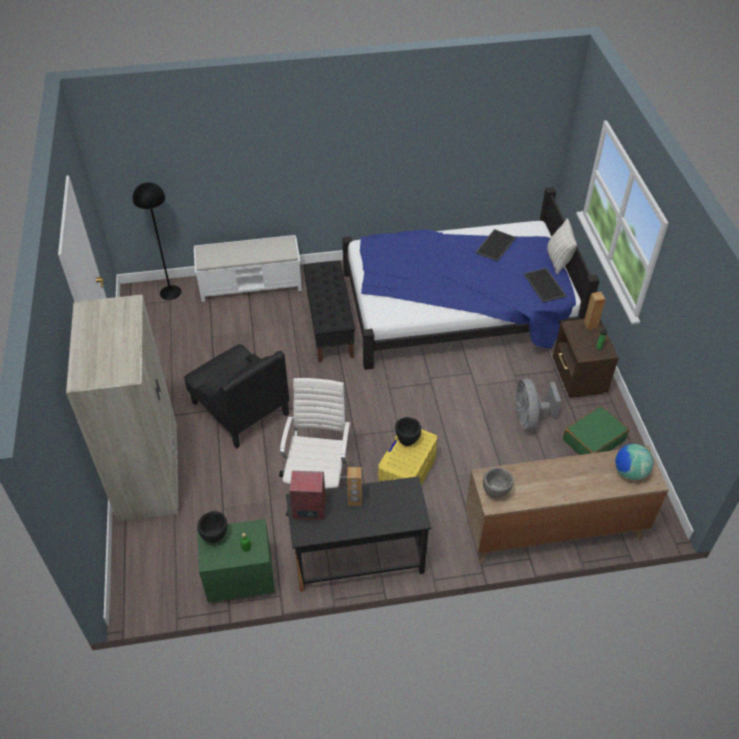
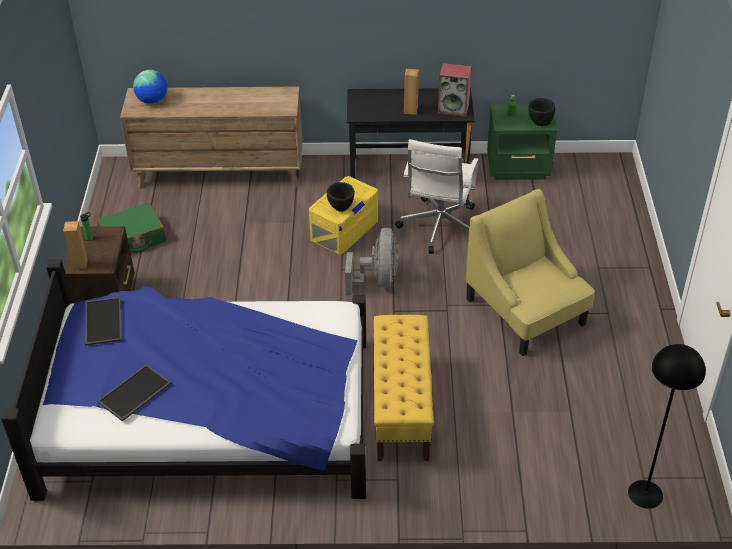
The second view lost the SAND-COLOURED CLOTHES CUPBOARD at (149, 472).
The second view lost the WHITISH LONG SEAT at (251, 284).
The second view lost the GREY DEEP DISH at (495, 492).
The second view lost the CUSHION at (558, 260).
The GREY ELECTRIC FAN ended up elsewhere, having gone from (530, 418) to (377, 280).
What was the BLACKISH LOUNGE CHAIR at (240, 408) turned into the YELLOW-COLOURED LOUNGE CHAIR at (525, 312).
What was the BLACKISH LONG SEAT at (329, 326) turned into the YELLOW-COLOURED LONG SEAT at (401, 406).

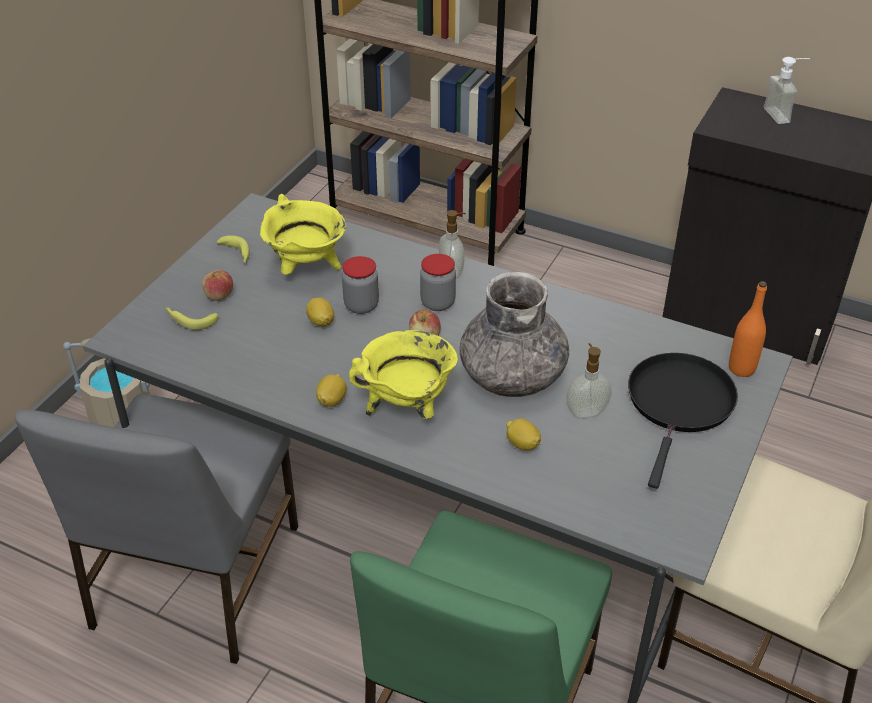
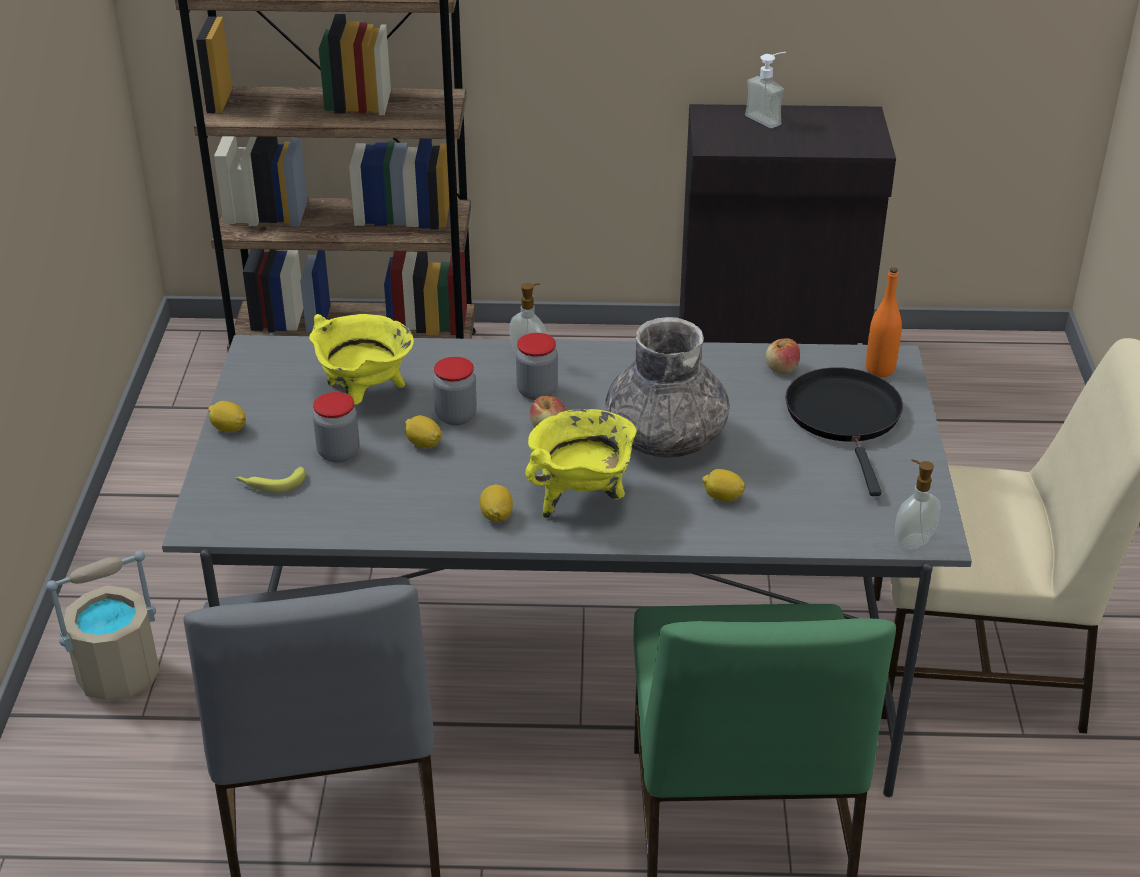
The second view lost the BANANA FRUIT at (236, 254).
The second view gained the LEMON at (229, 428).
The second view gained the PRESERVE JAR at (338, 453).
The APPLE ended up elsewhere, having gone from (219, 295) to (781, 368).
The SOAP BOTTLE ended up elsewhere, having gone from (586, 411) to (912, 541).

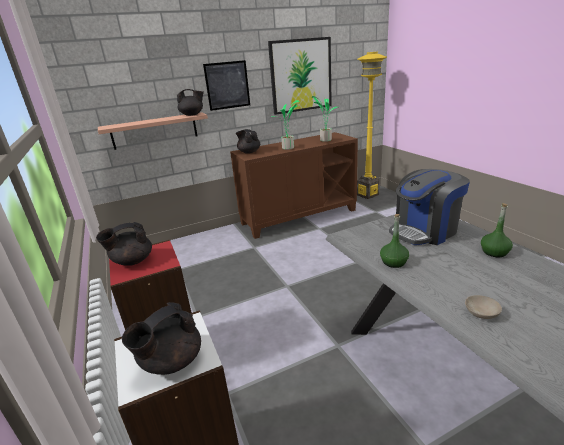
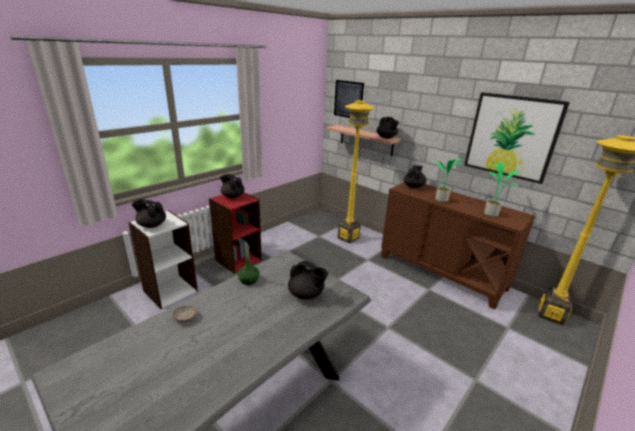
The second view lost the GREENISH BOTTLE at (494, 252).
The second view gained the YELLOW-COLOURED FLOOR LAMP at (348, 238).
The PICTURE ended up elsewhere, having gone from (227, 85) to (348, 99).
Where the COFFEE MAKER stood at (424, 231), the BLACKISH TEAPOT came to stand at (306, 294).

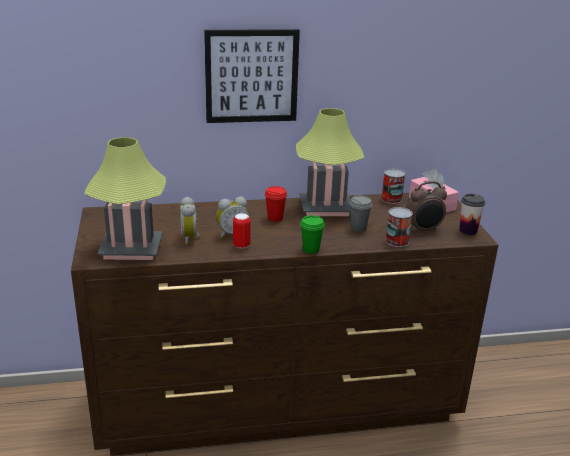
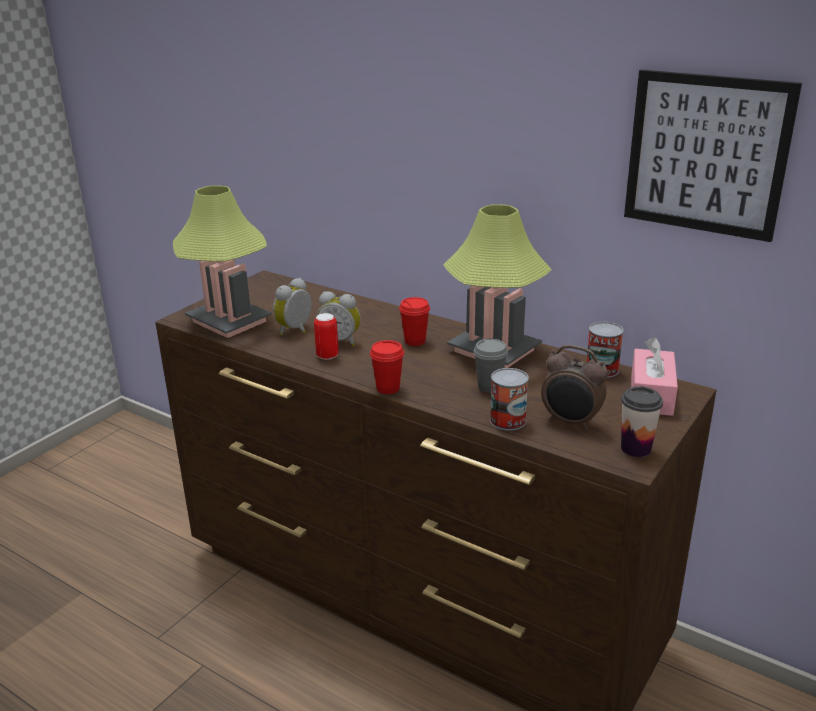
The PICTURE ended up elsewhere, having gone from (251, 76) to (706, 154).
What was the GREENISH CUP at (311, 249) turned into the REDDISH CUP at (388, 388).

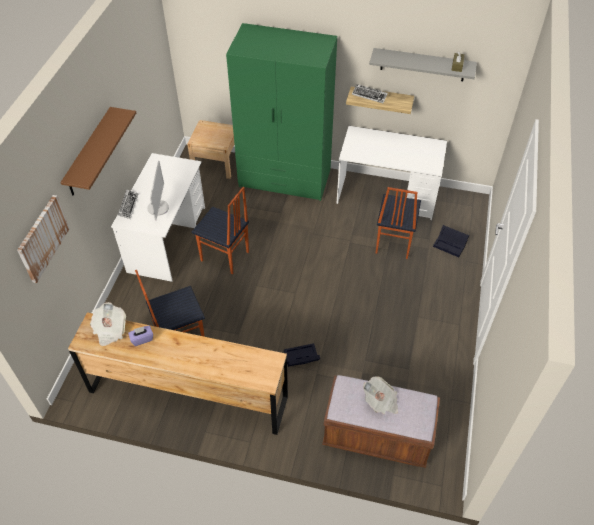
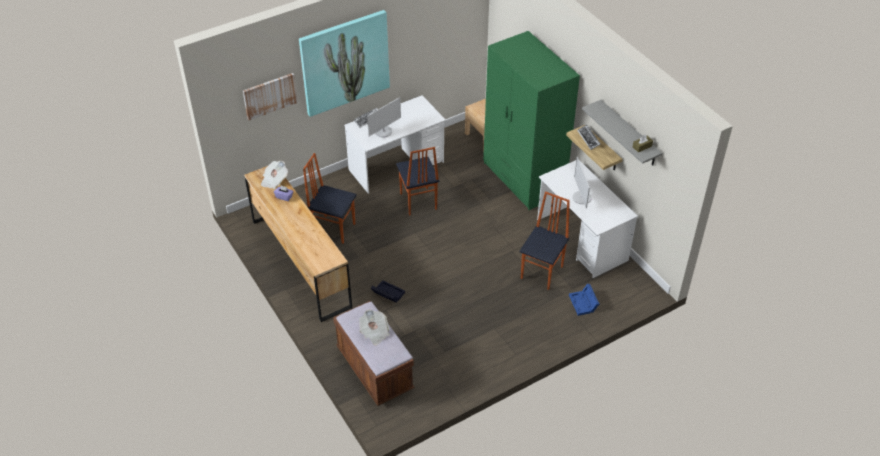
The second view gained the MONITOR at (581, 198).
Where the BROWN-COLOURED BRACKET SHELF hung at (89, 152), the PICTURE came to hang at (344, 62).
What was the BLACKISH STORAGE BIN at (450, 245) turned into the BLUISH STORAGE BIN at (583, 304).
The PLAIN CHAIR at (393, 243) ended up facing another way, 150 degrees clockwise from before.

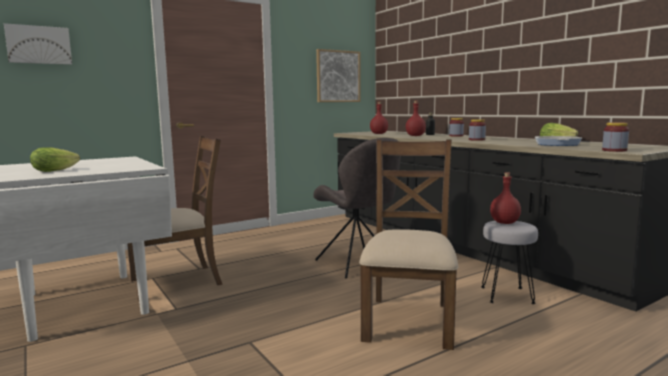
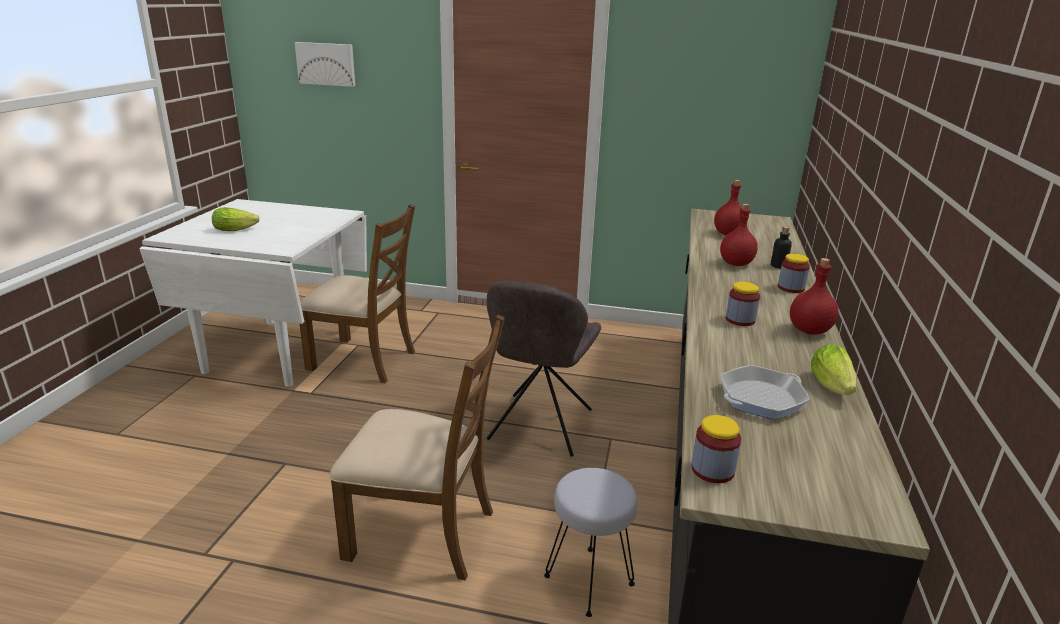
The second view lost the PICTURE at (338, 76).
The REDDISH BOTTLE ended up elsewhere, having gone from (504, 223) to (808, 330).
The BROWN-COLOURED PLAIN CHAIR at (409, 321) ended up facing another way, 45 degrees clockwise from before.

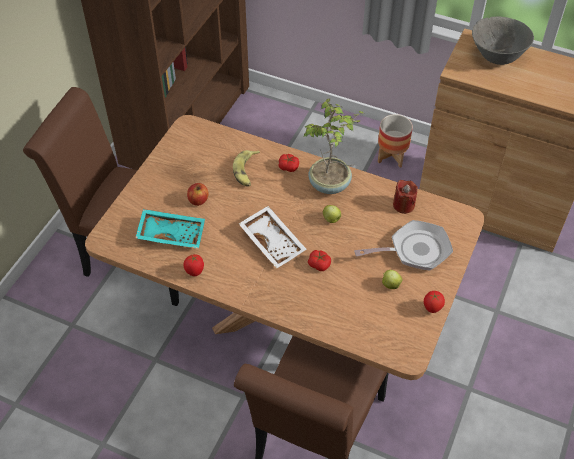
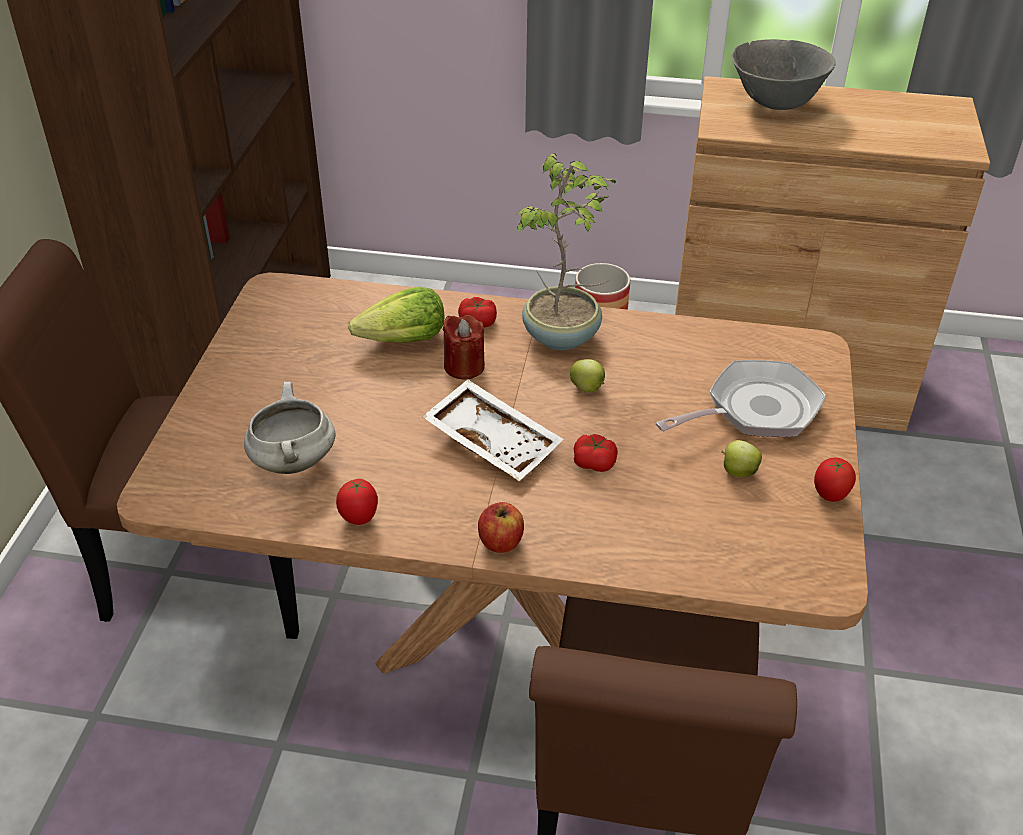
The APPLE ended up elsewhere, having gone from (198, 200) to (500, 542).
The REDDISH WAX CANDLE ended up elsewhere, having gone from (403, 205) to (464, 366).
Where the BLUE-GREEN SERVING TRAY stood at (171, 233), the WHITISH COOKING POT came to stand at (292, 461).
Where the BANANA FRUIT stood at (246, 171), the LETTUCE HEAD came to stand at (403, 340).

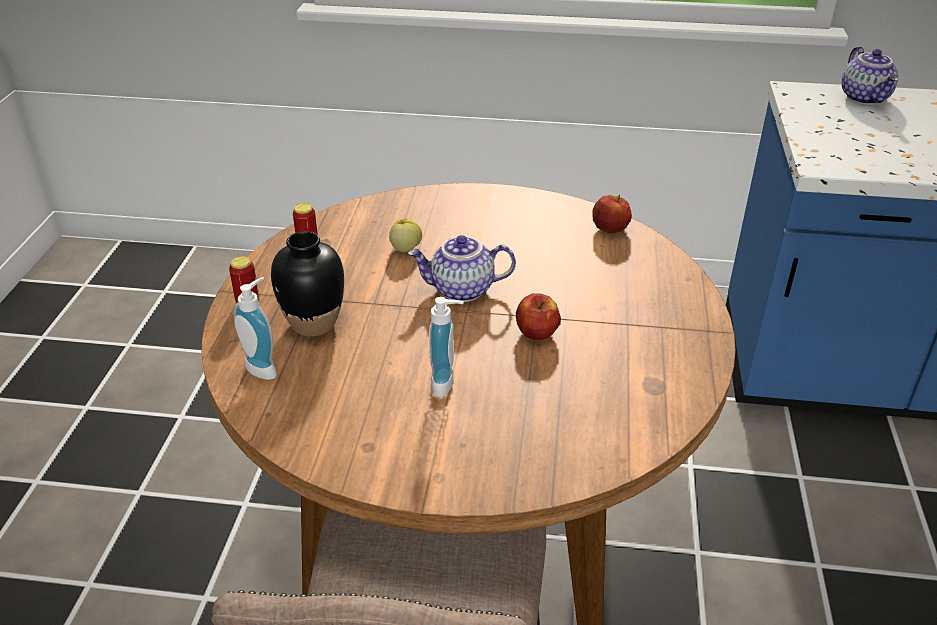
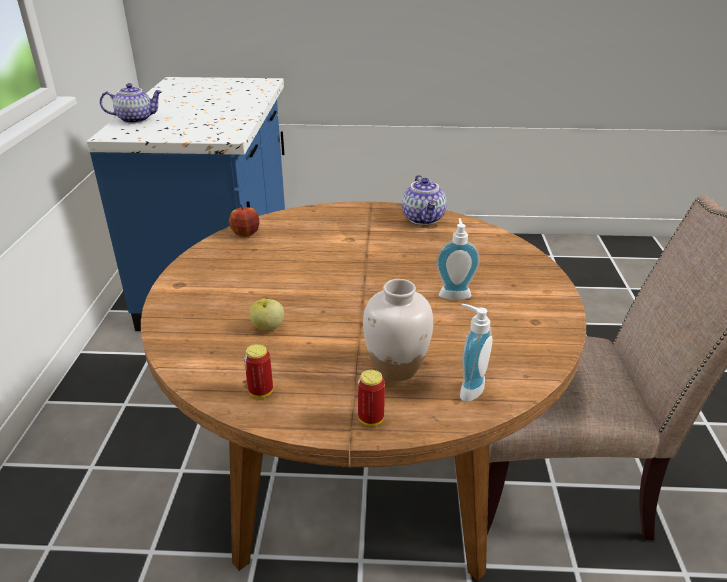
The second view lost the APPLE at (536, 333).
The TEAPOT ended up elsewhere, having gone from (461, 290) to (424, 219).
What was the BLACKISH FLOWER VASE at (313, 323) turned into the WHITISH FLOWER VASE at (396, 368).

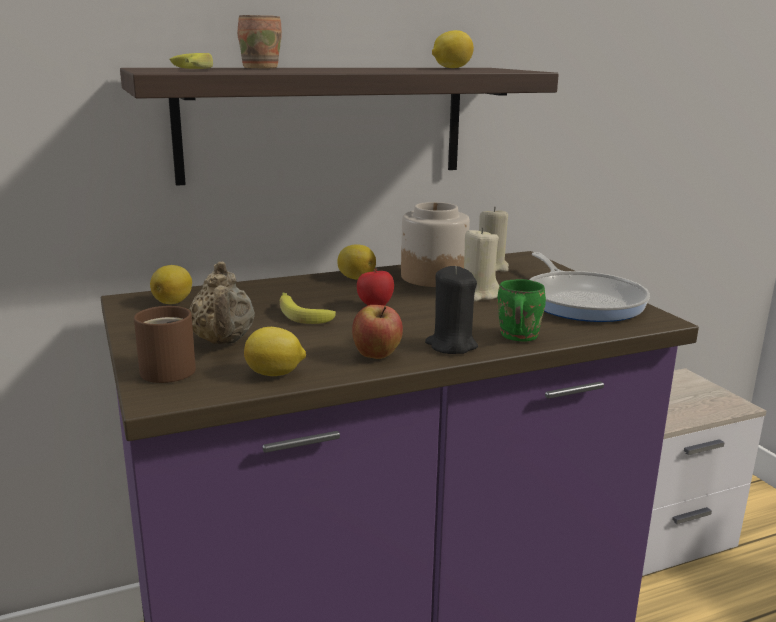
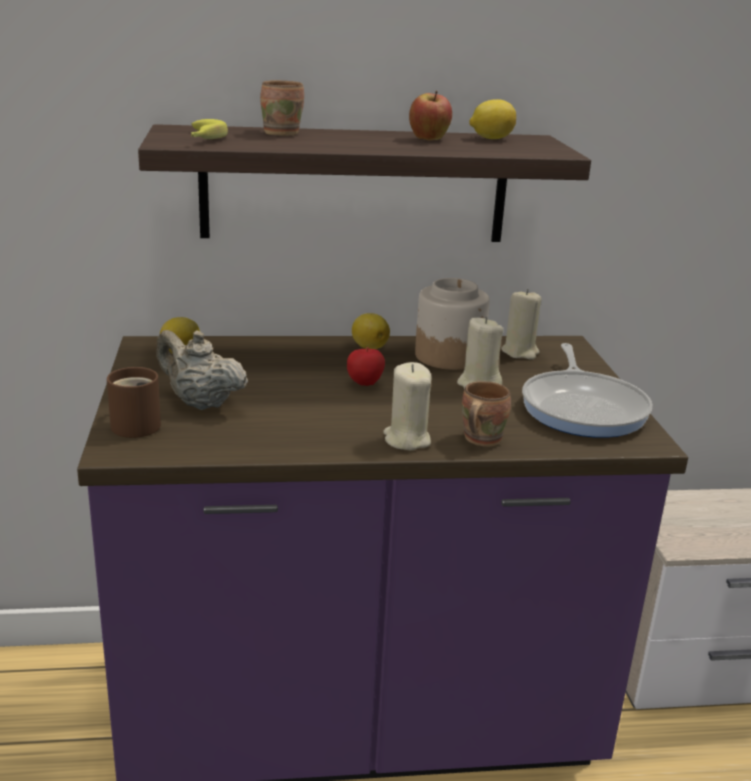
The second view lost the LEMON at (275, 374).
The second view lost the BANANA FRUIT at (301, 313).
The APPLE ended up elsewhere, having gone from (377, 356) to (429, 139).
What was the BLACKISH WAX CANDLE at (451, 345) turned into the SAND-COLOURED WAX CANDLE at (406, 439).
What was the GREENISH TEA MUG at (516, 336) turned into the BROWN-COLOURED TEA MUG at (479, 439).
The SAND-COLOURED TEAPOT at (223, 342) ended up facing another way, 120 degrees clockwise from before.

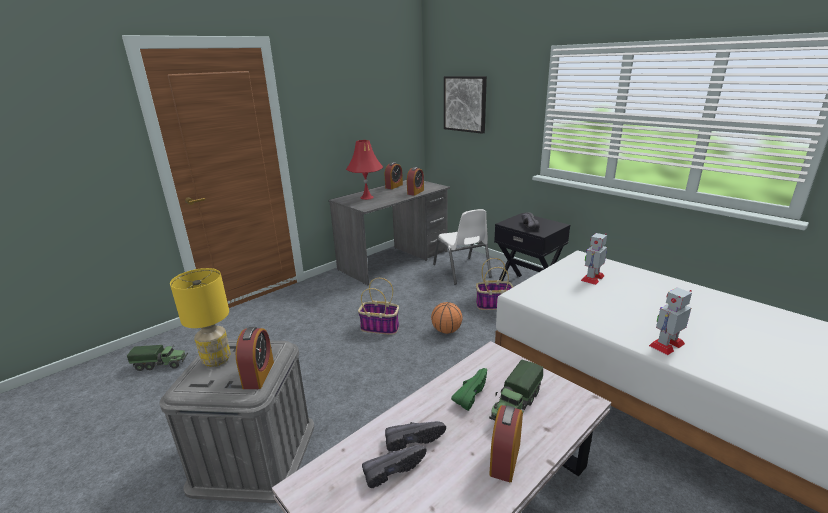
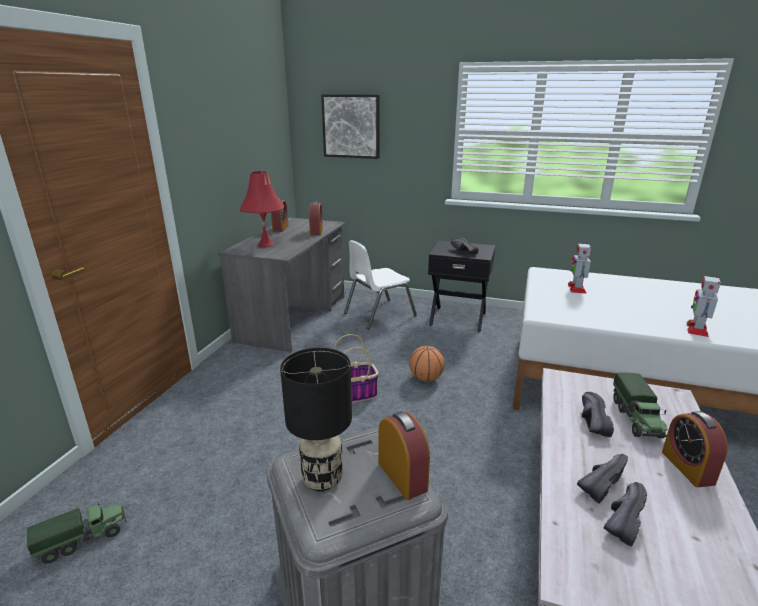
The second view lost the HOUSEHOLD BASKET at (494, 304).
What was the YELLOW-COLOURED TABLETOP LAMP at (216, 360) turned into the BLACKISH TABLETOP LAMP at (323, 480).
What was the GREENISH ITEM OF FOOTWEAR at (469, 394) turned into the BLACKISH ITEM OF FOOTWEAR at (589, 421).
The WHITISH PLAIN CHAIR at (461, 271) ended up facing another way, 105 degrees clockwise from before.

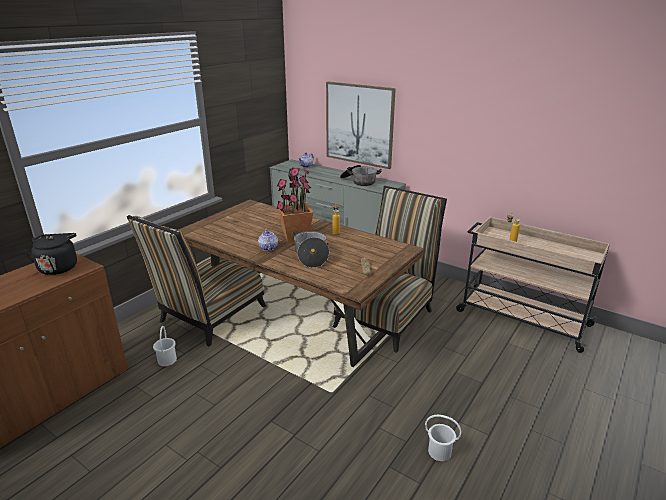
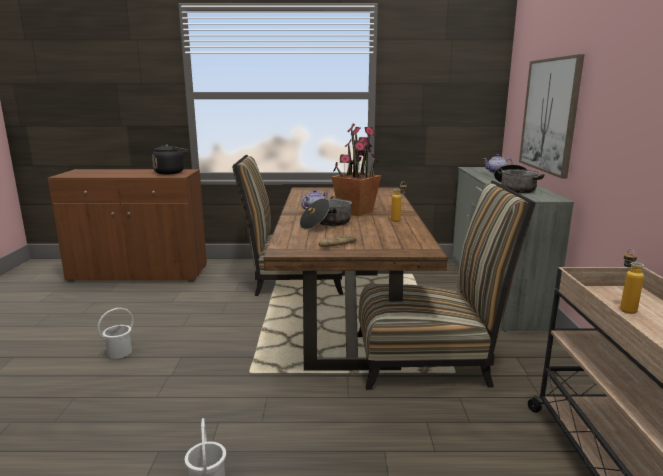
The WHITISH BUCKET ended up elsewhere, having gone from (166, 360) to (119, 352).

